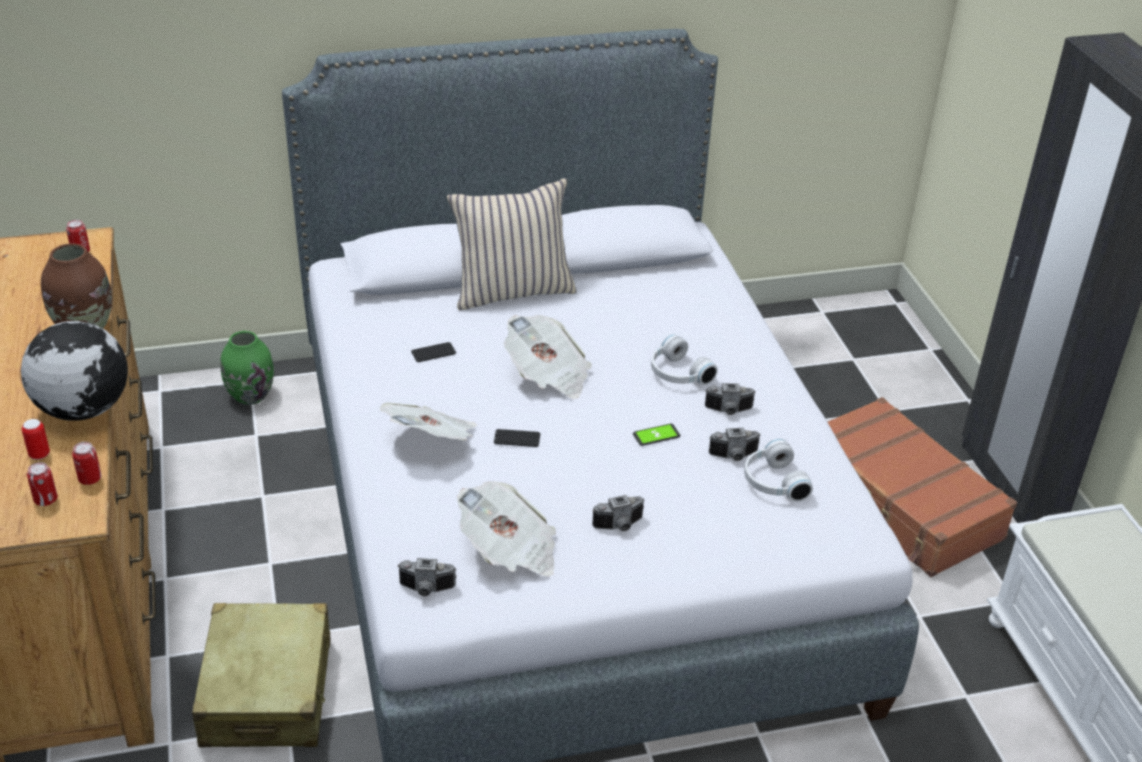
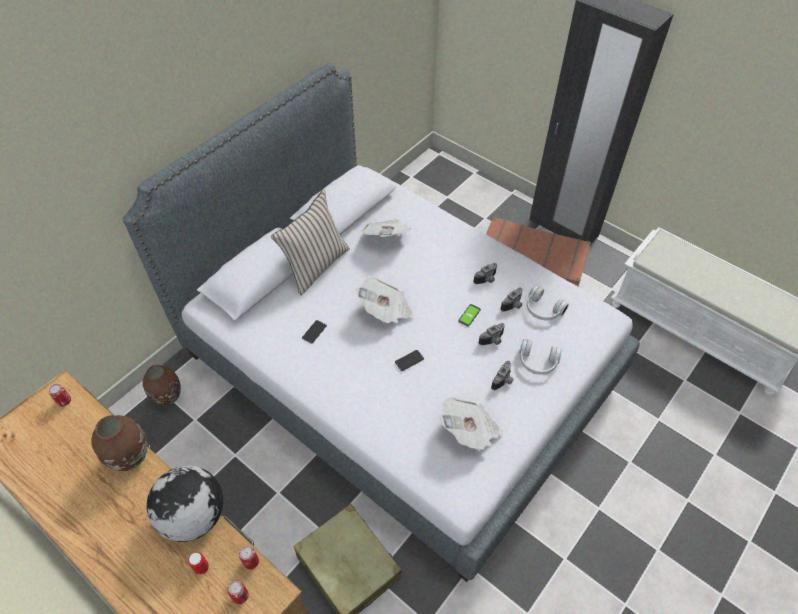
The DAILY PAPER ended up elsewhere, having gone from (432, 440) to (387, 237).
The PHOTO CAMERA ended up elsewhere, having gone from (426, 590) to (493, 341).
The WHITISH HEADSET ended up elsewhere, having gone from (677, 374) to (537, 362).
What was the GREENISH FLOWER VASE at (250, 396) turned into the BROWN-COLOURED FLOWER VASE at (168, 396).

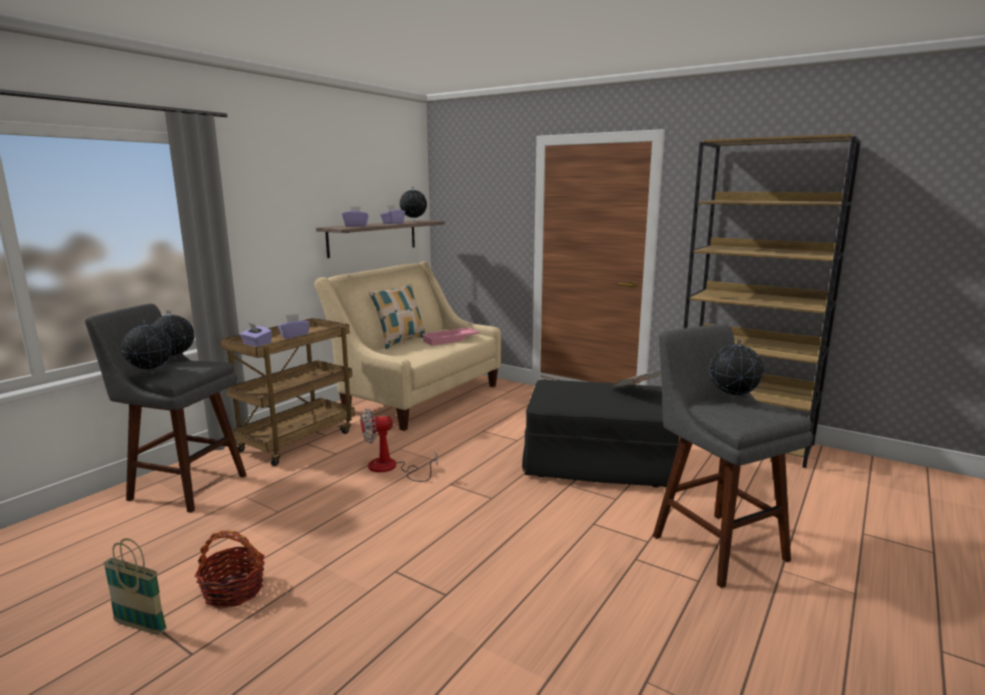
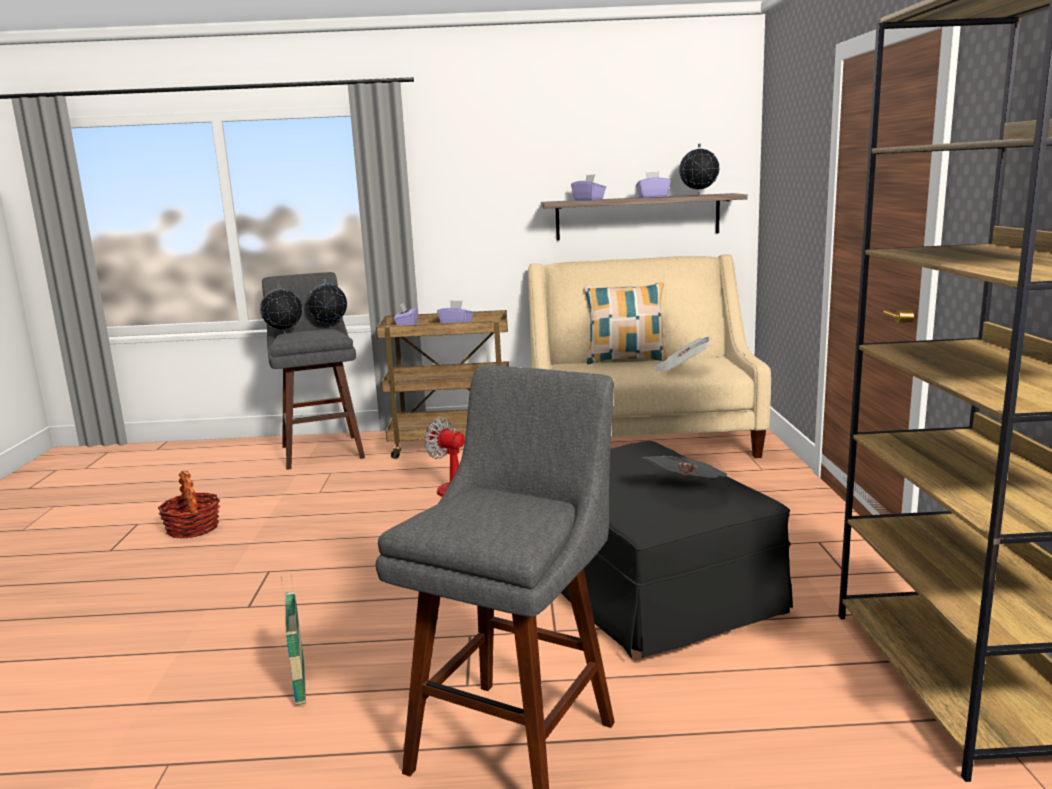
The second view lost the GLOBE at (732, 400).
The HOUSEHOLD BASKET ended up elsewhere, having gone from (140, 626) to (300, 685).
Where the PINK-COLOURED SERVING TRAY stood at (450, 340), the DAILY PAPER came to stand at (681, 370).

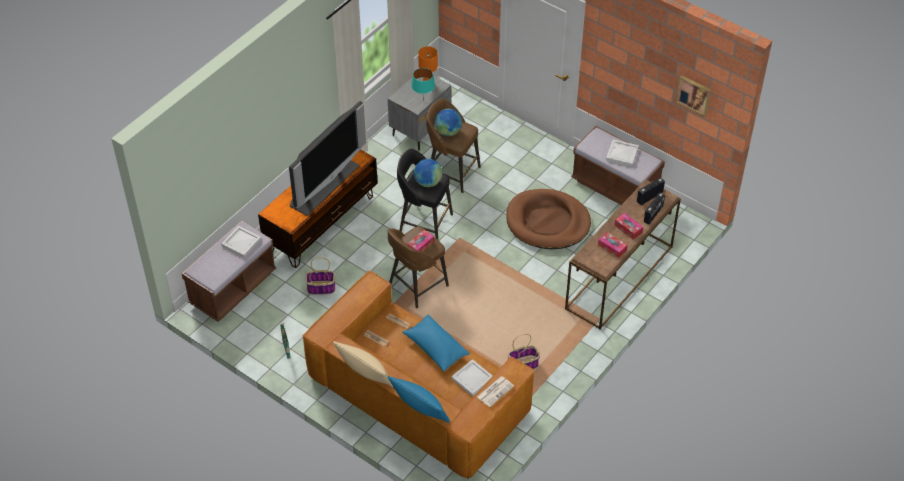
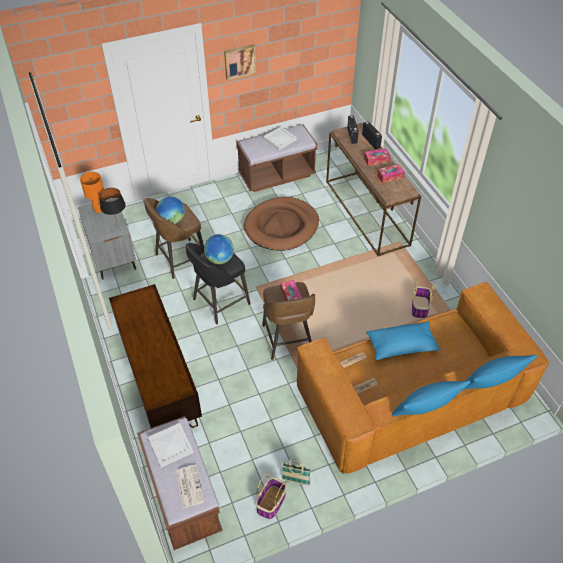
The second view lost the TELEVISION at (323, 184).
The second view lost the WHITISH SERVING TRAY at (472, 378).
The HOUSEHOLD BASKET ended up elsewhere, having gone from (320, 288) to (271, 503).
The DAILY PAPER ended up elsewhere, having gone from (495, 391) to (189, 486).
The PICTURE ended up elsewhere, having gone from (694, 94) to (239, 61).
What was the SAND-COLOURED CUSHION at (364, 373) turned into the BLUISH CUSHION at (427, 407).
What was the BLUE-GREEN TABLETOP LAMP at (423, 101) turned into the BLACKISH TABLETOP LAMP at (117, 222).

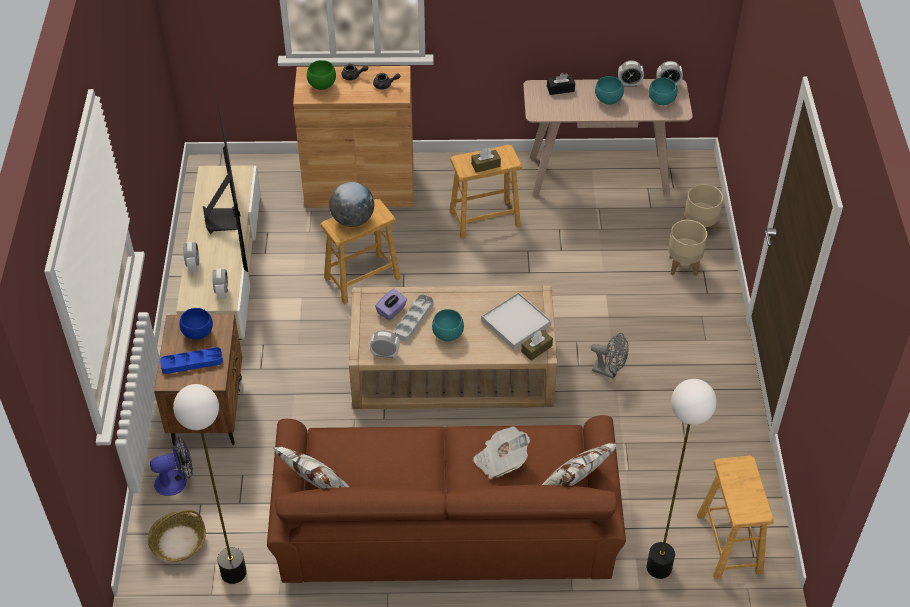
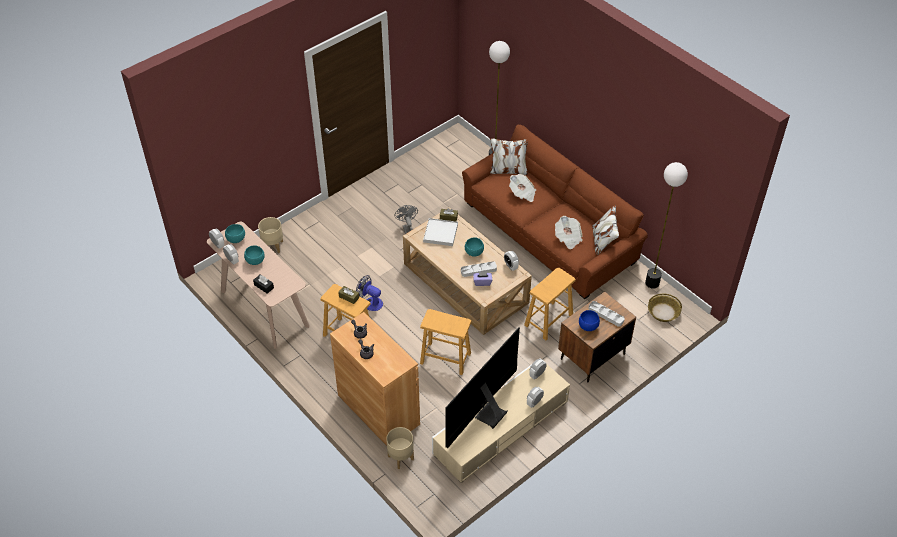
The second view lost the GREENISH DEEP DISH at (321, 85).
The second view lost the GLOBE at (352, 220).
The second view gained the DAILY PAPER at (568, 238).
The ELECTRIC FAN ended up elsewhere, having gone from (177, 481) to (370, 302).
The SAND-COLOURED FLOWER POT ended up elsewhere, having gone from (683, 265) to (400, 457).
The BROWN-COLOURED STOOL ended up elsewhere, having gone from (729, 544) to (548, 320).
What was the BLUISH SERVING TRAY at (192, 363) turned into the GREY SERVING TRAY at (606, 315).

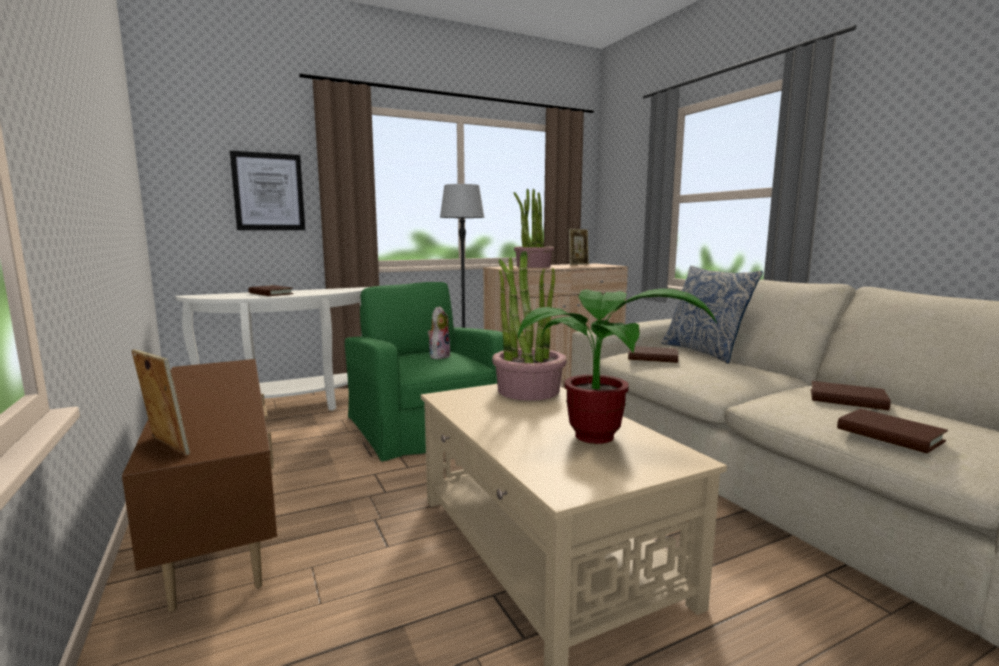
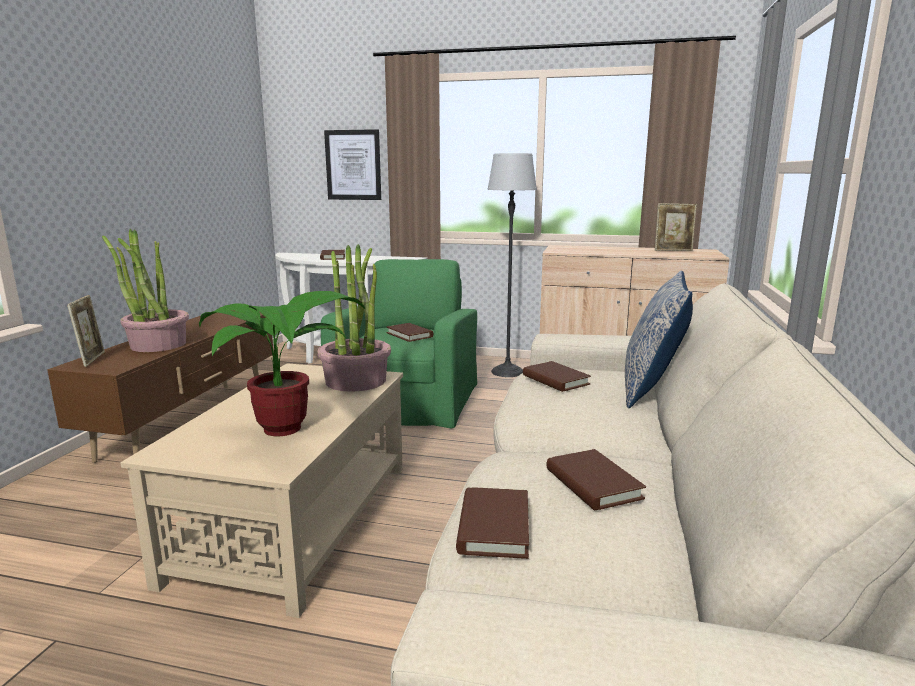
The POTTED PLANT ended up elsewhere, having gone from (533, 266) to (158, 344).
Where the SOFT TOY stood at (439, 356), the BROWN-COLOURED BOOK came to stand at (409, 335).

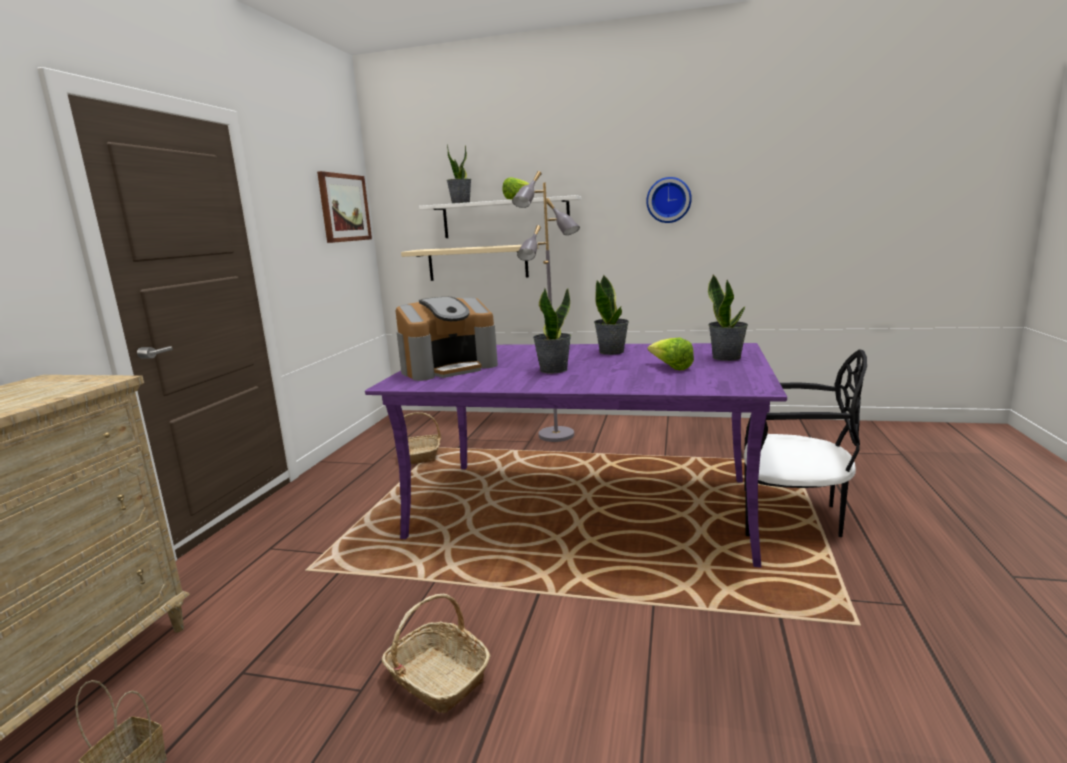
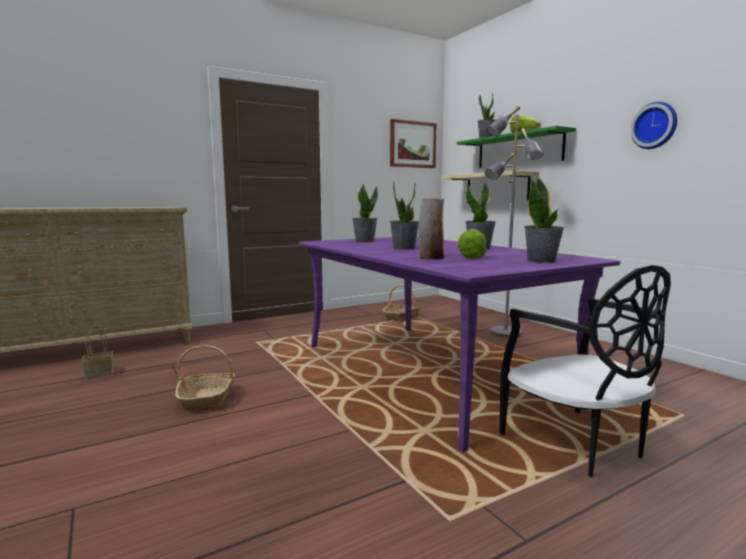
The second view gained the FLOWER VASE at (431, 258).
Where the COFFEE MAKER stood at (449, 368), the POTTED PLANT came to stand at (364, 241).
What was the WHITISH BRACKET SHELF at (505, 218) turned into the GREENISH BRACKET SHELF at (518, 150).

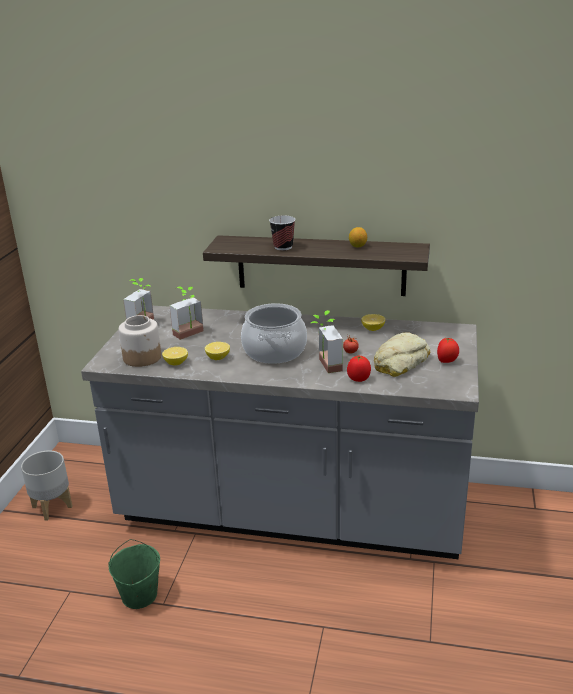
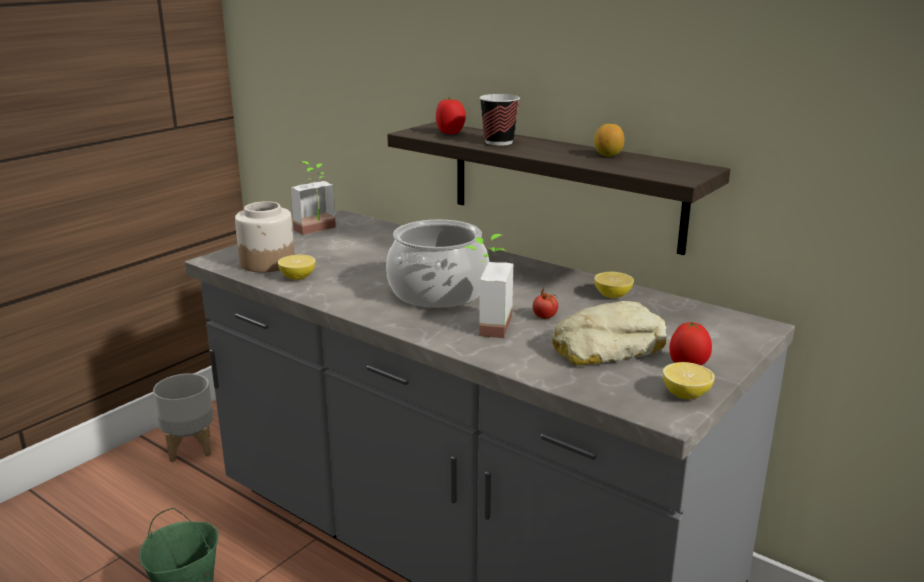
The second view lost the POTTED PLANT at (191, 335).
The LEMON ended up elsewhere, having gone from (218, 358) to (686, 394).
The WHOLE TOMATO ended up elsewhere, having gone from (358, 379) to (450, 133).

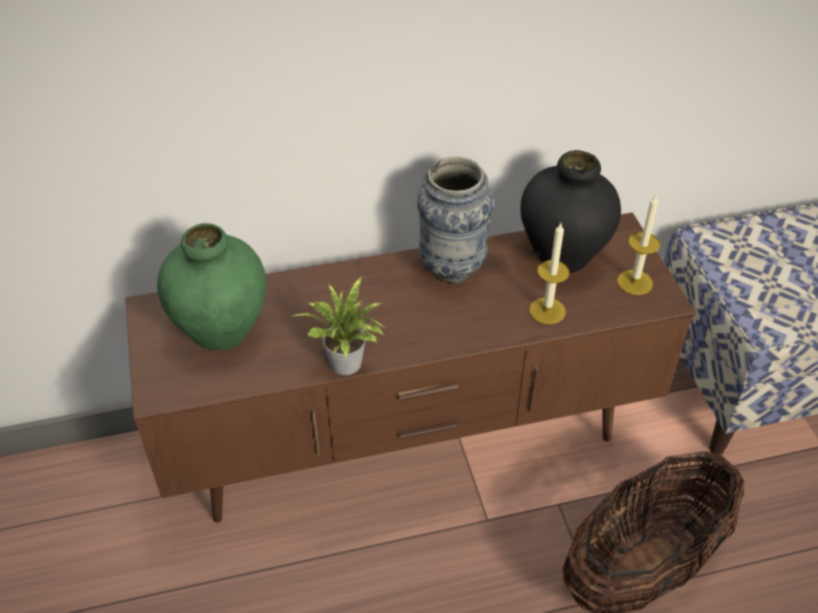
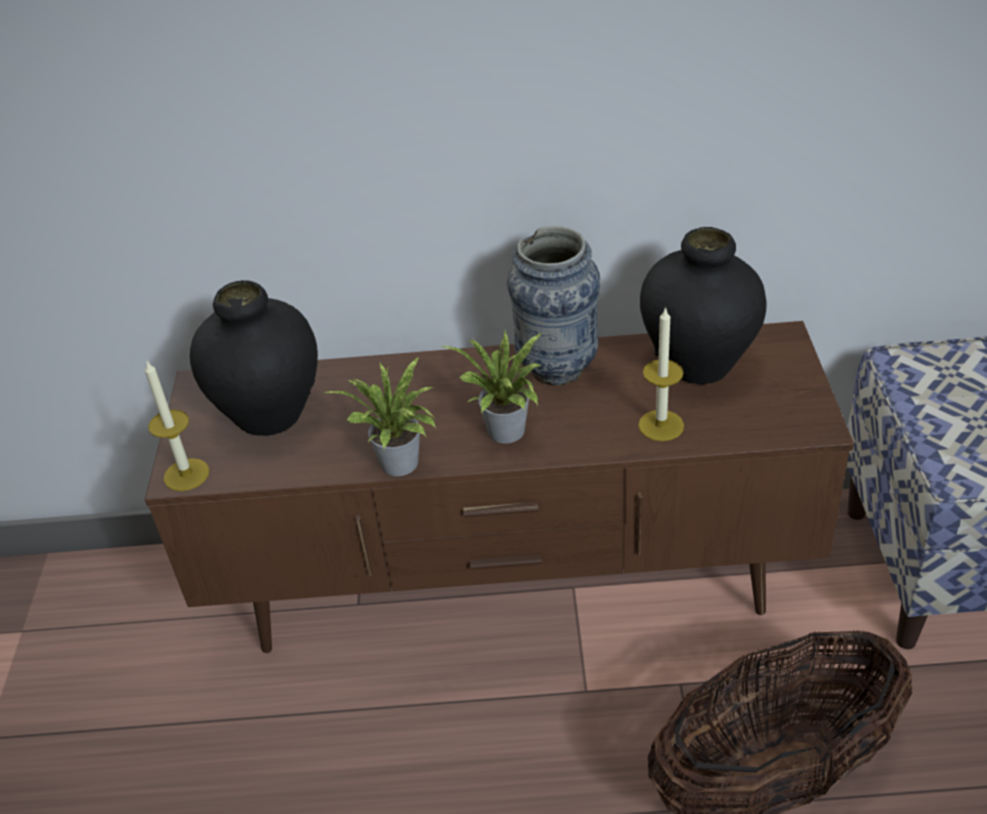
The second view gained the POTTED PLANT at (506, 434).
The WAX CANDLE ended up elsewhere, having gone from (634, 282) to (186, 474).
What was the GREENISH FLOWER VASE at (222, 331) turned into the BLACKISH FLOWER VASE at (270, 415).

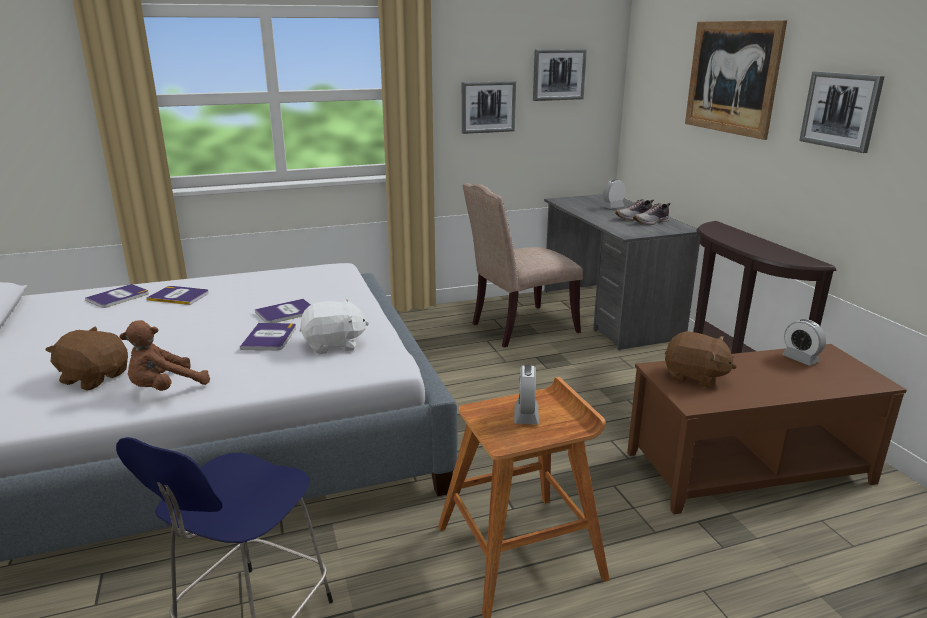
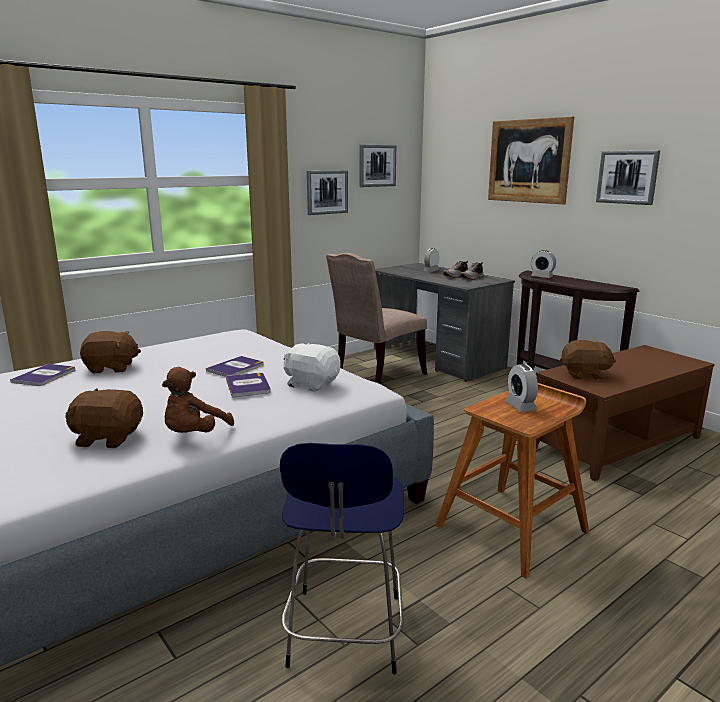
The TABLE CLOCK ended up elsewhere, having gone from (800, 359) to (542, 277).
Where the BOOK stood at (179, 296), the BROWN-COLOURED SOFT TOY came to stand at (111, 368).
The WHITISH SOFT TOY at (334, 345) ended up facing another way, 120 degrees counterclockwise from before.

